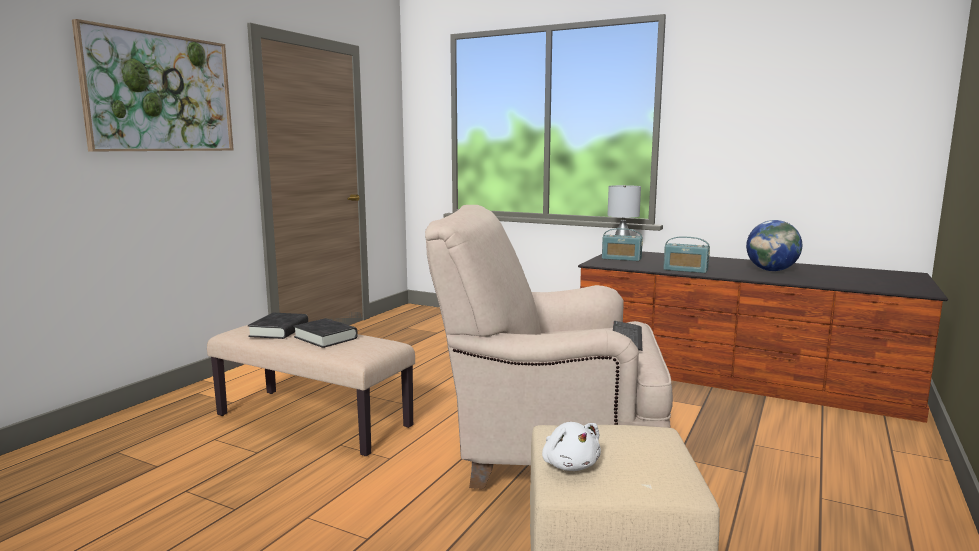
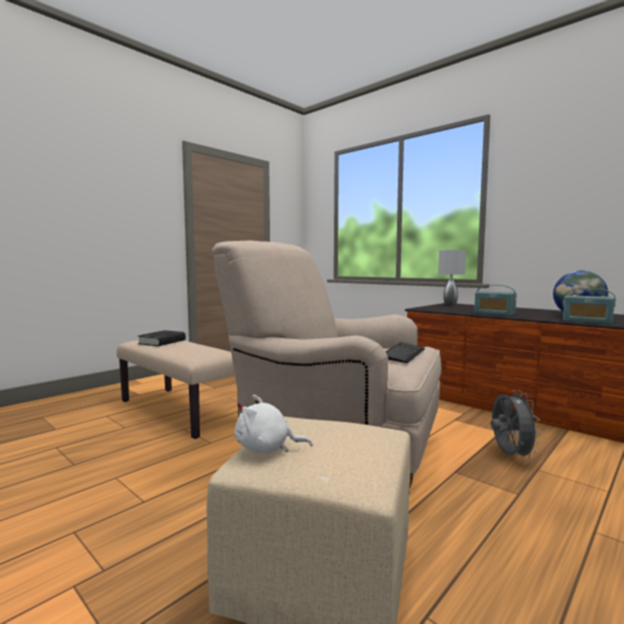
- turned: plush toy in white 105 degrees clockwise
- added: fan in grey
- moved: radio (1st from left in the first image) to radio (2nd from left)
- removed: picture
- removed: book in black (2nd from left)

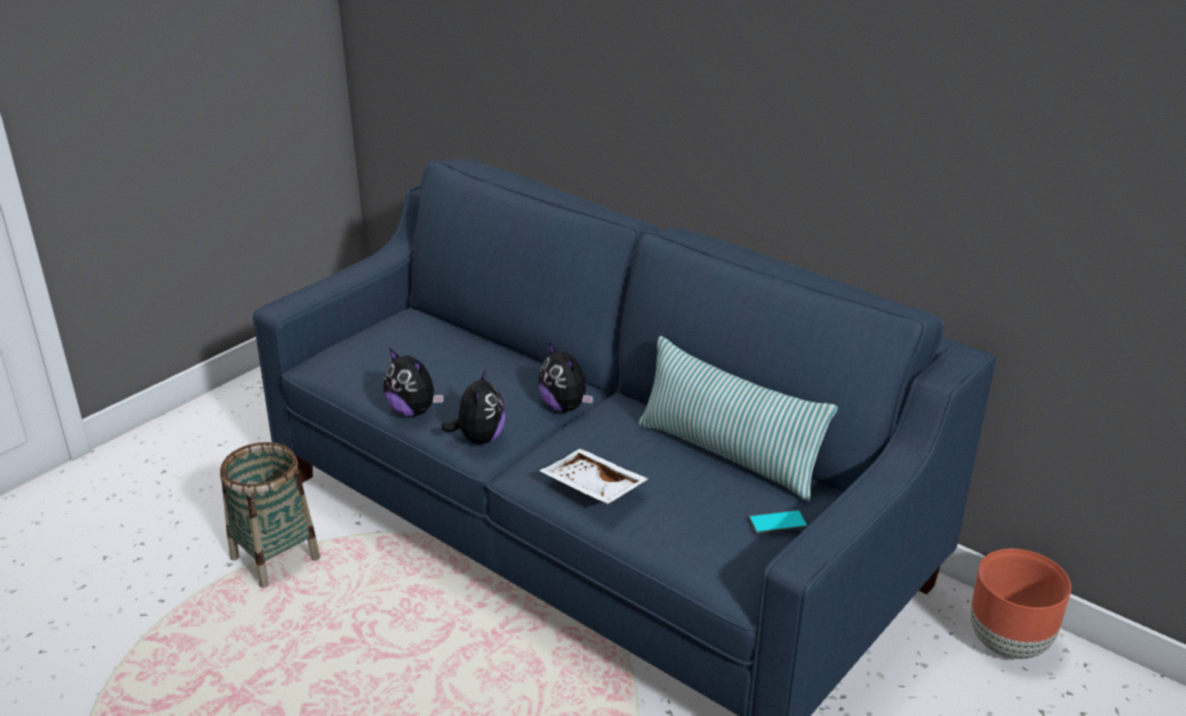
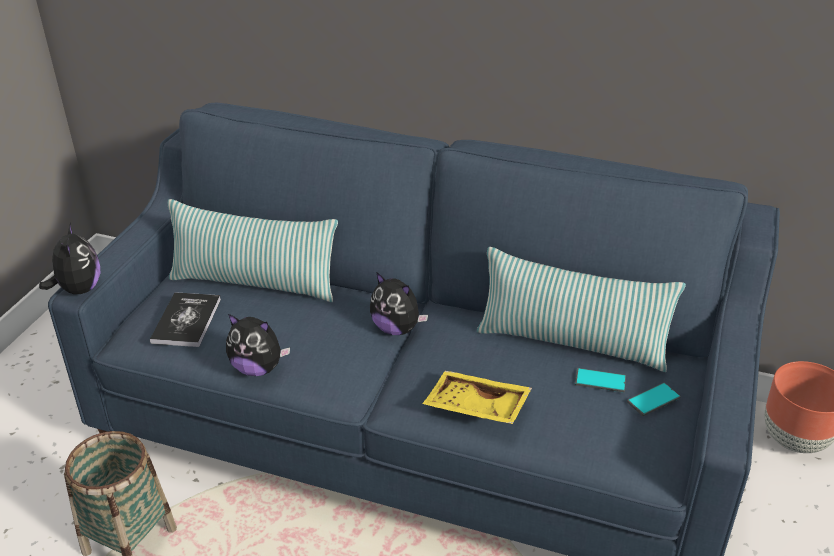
- moved: plush toy (2nd from left in the first image) to plush toy (1st from left)
- added: book
- added: pillow (1st from left)
- recoloured: tray in white to tray in yellow
- added: phone (1st from left)

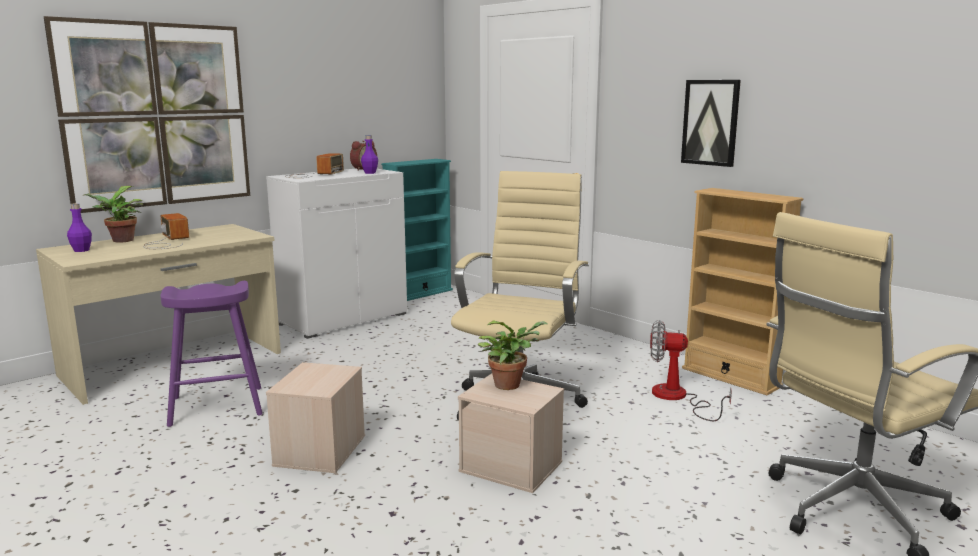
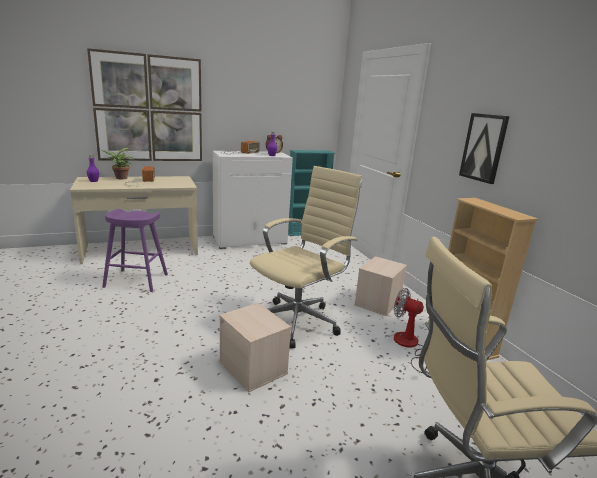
- moved: storage box in beige (1st from left in the first image) to storage box in beige (2nd from left)
- removed: potted plant (2nd from left)

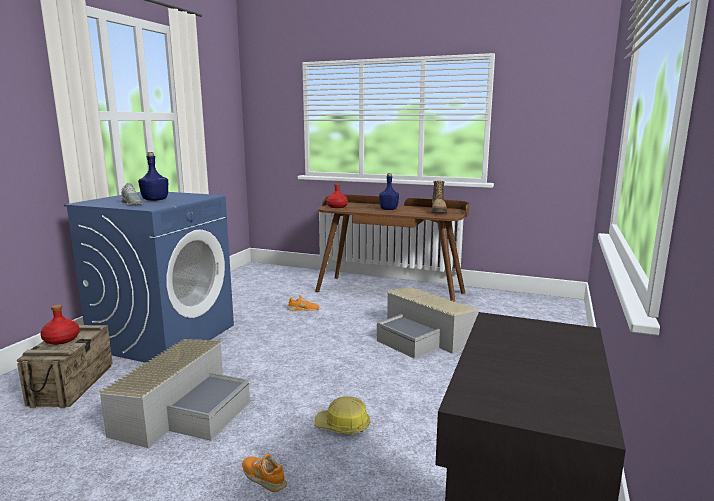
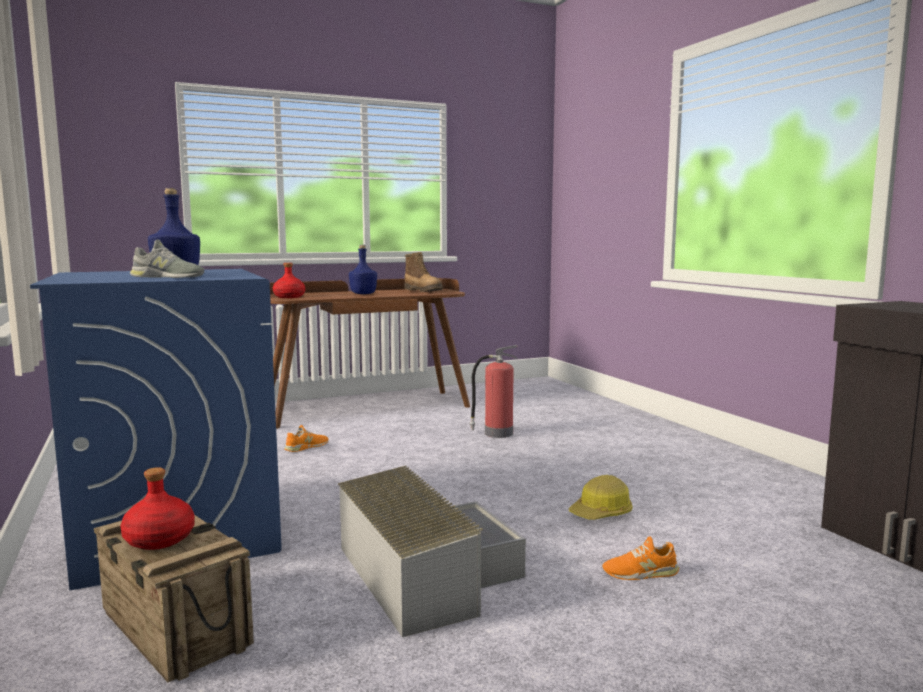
- replaced: storage box in grey (2nd from left) to fire extinguisher

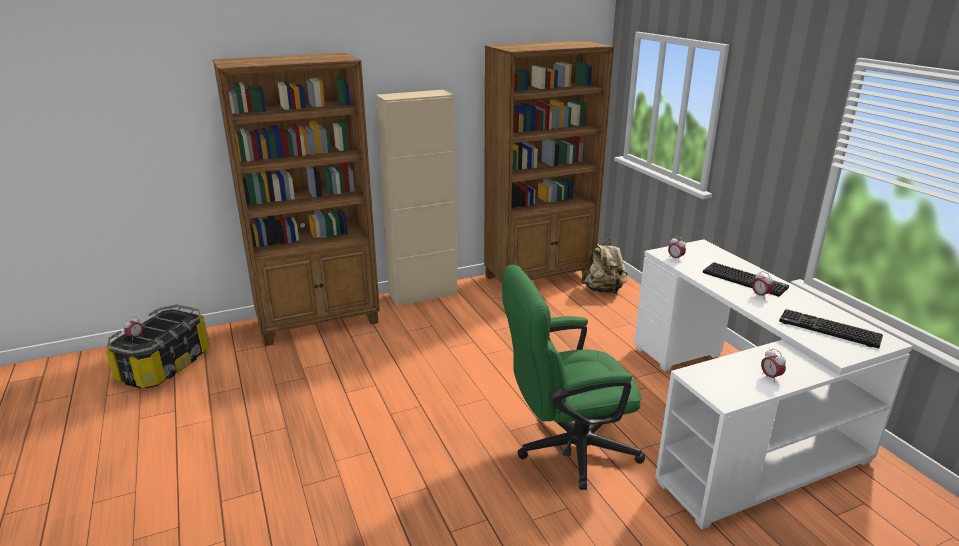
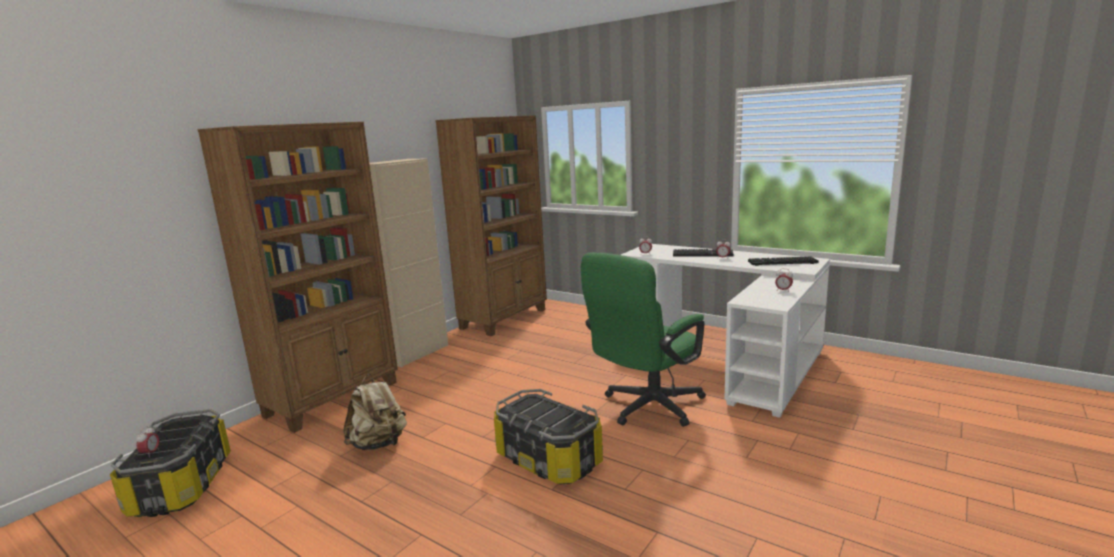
- moved: backpack in beige
- added: storage box (2nd from left)

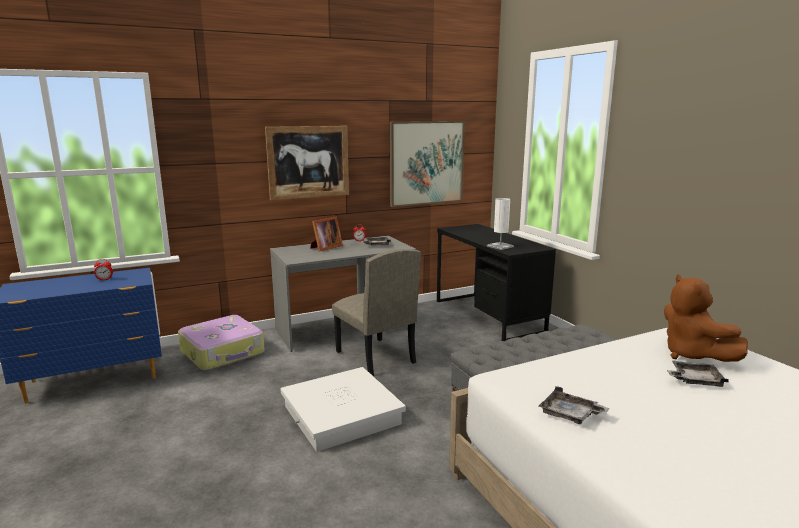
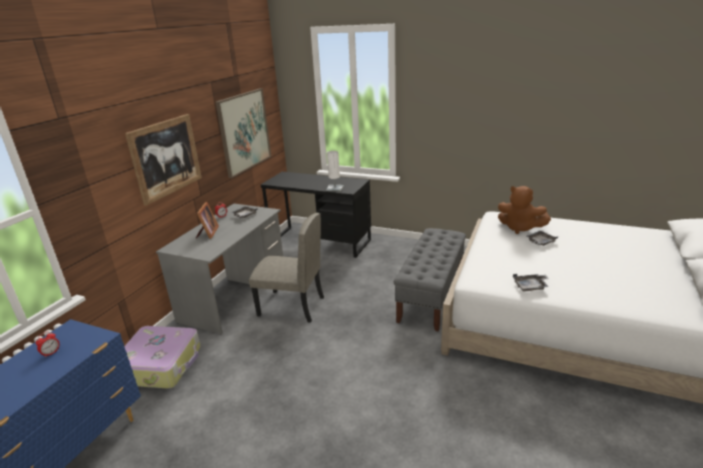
- removed: storage box in white

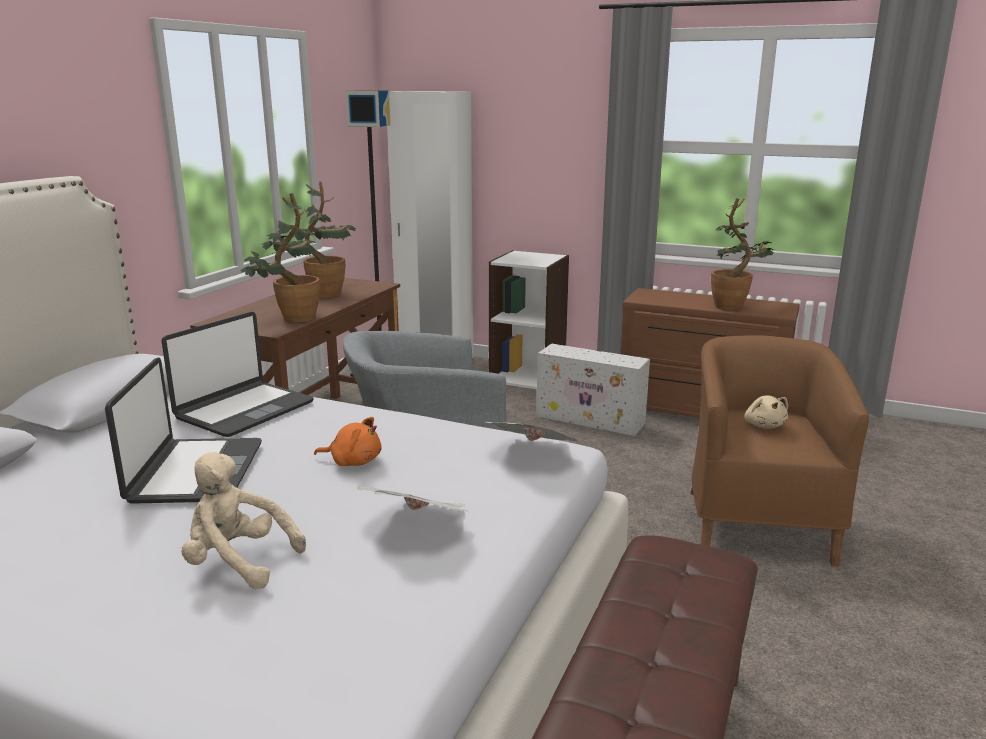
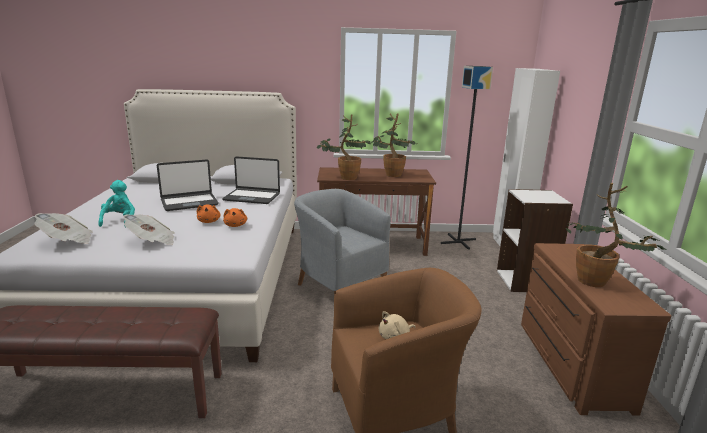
- moved: newspaper (2nd from left in the first image) to newspaper (1st from left)
- recoloured: plush toy in beige (1st from left) to plush toy in turquoise
- added: plush toy in orange (2nd from left)
- removed: storage box in white

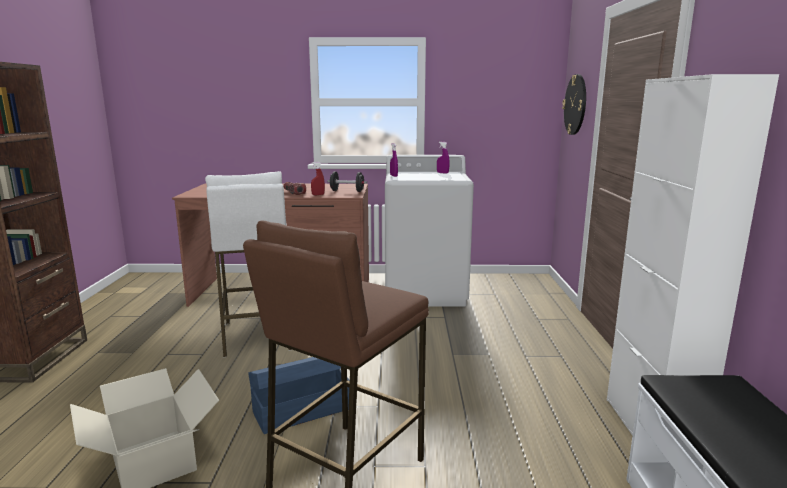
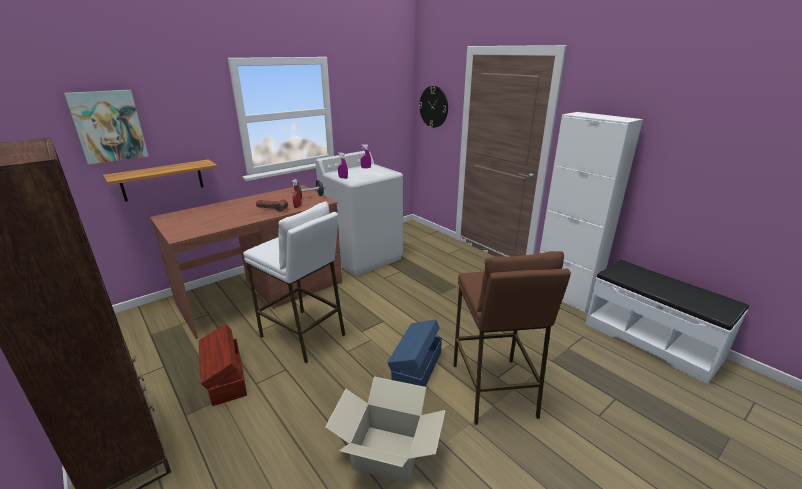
- added: picture
- added: shelf
- added: storage box in brown

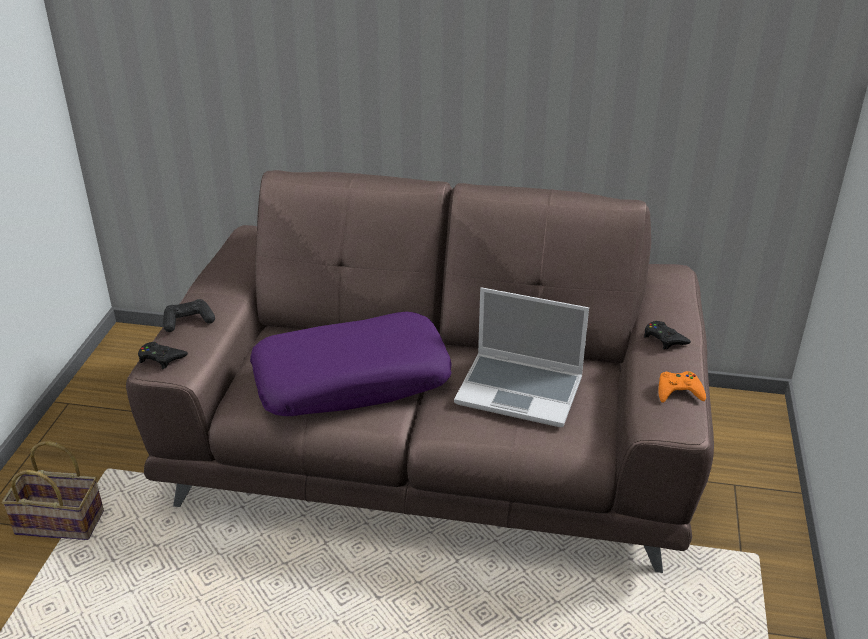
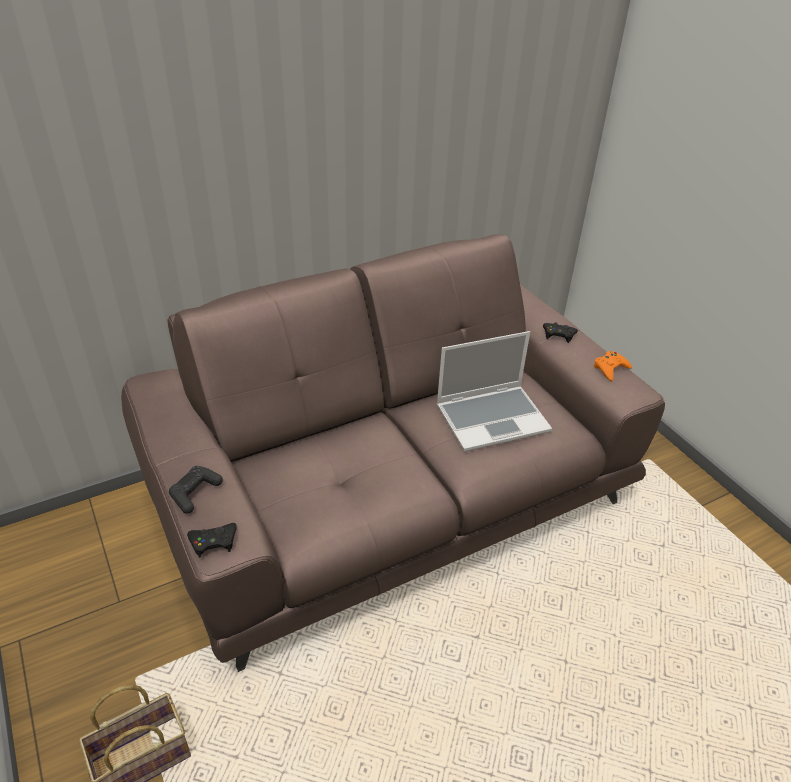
- removed: pillow in purple

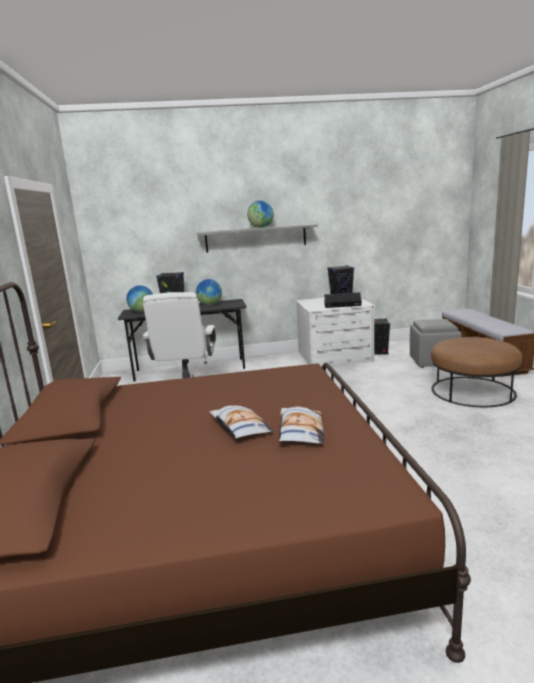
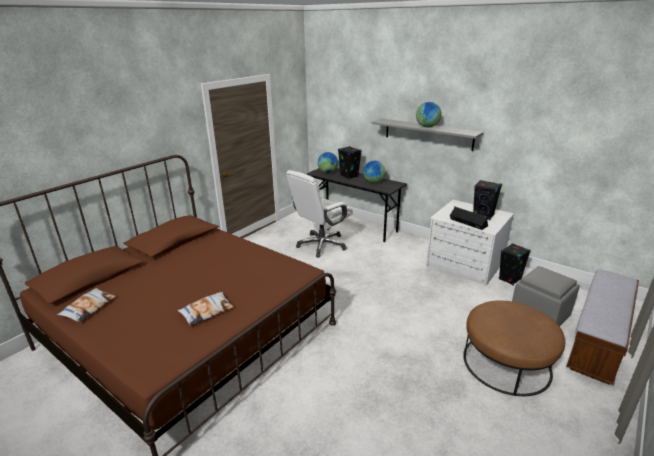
- moved: pillow (1st from left)

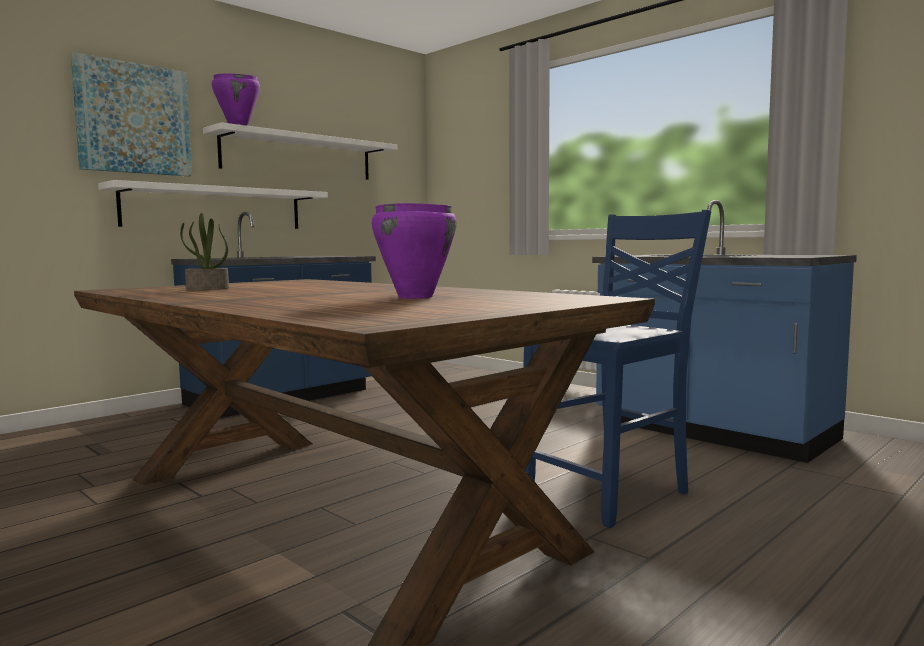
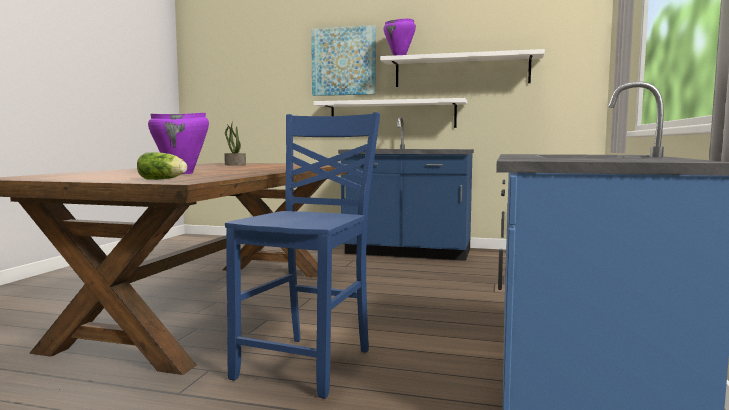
- added: lettuce
- turned: chair in blue 90 degrees counterclockwise

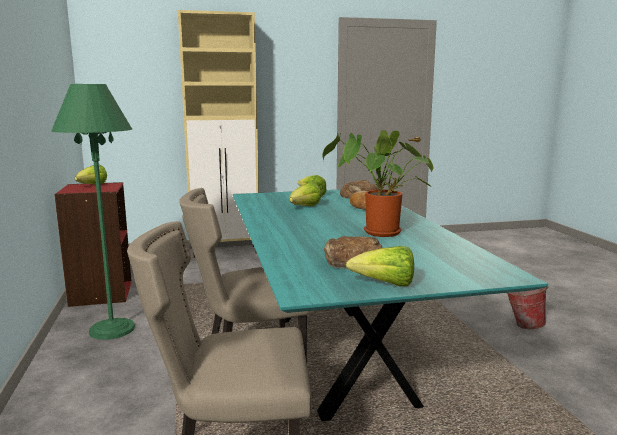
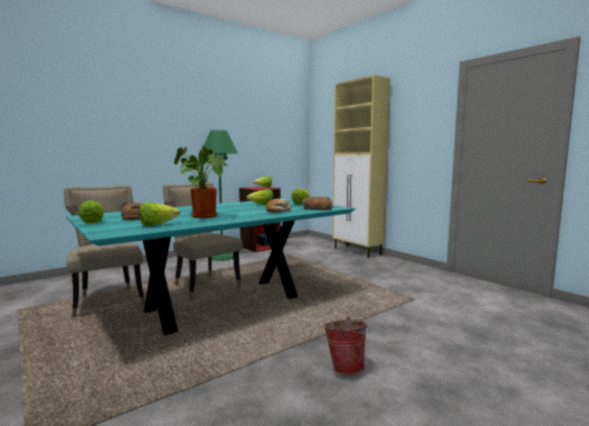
- added: lettuce (2nd from left)

